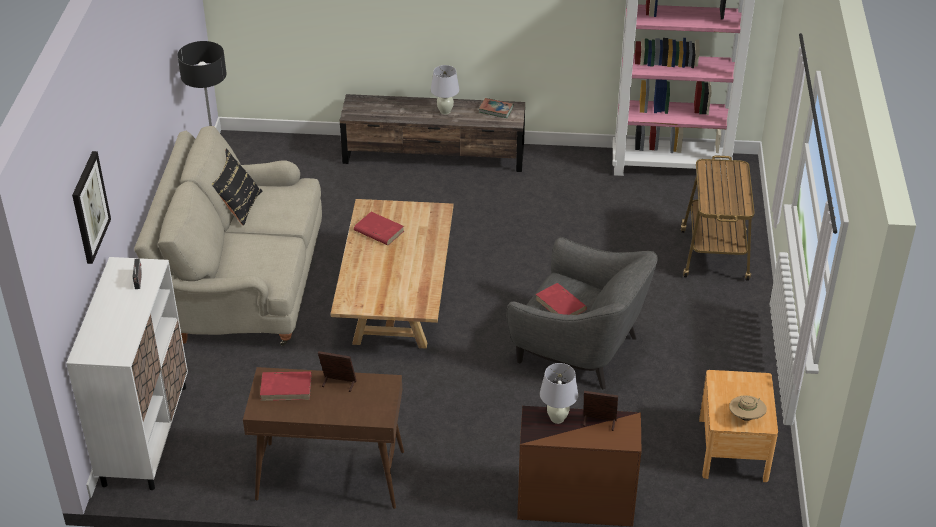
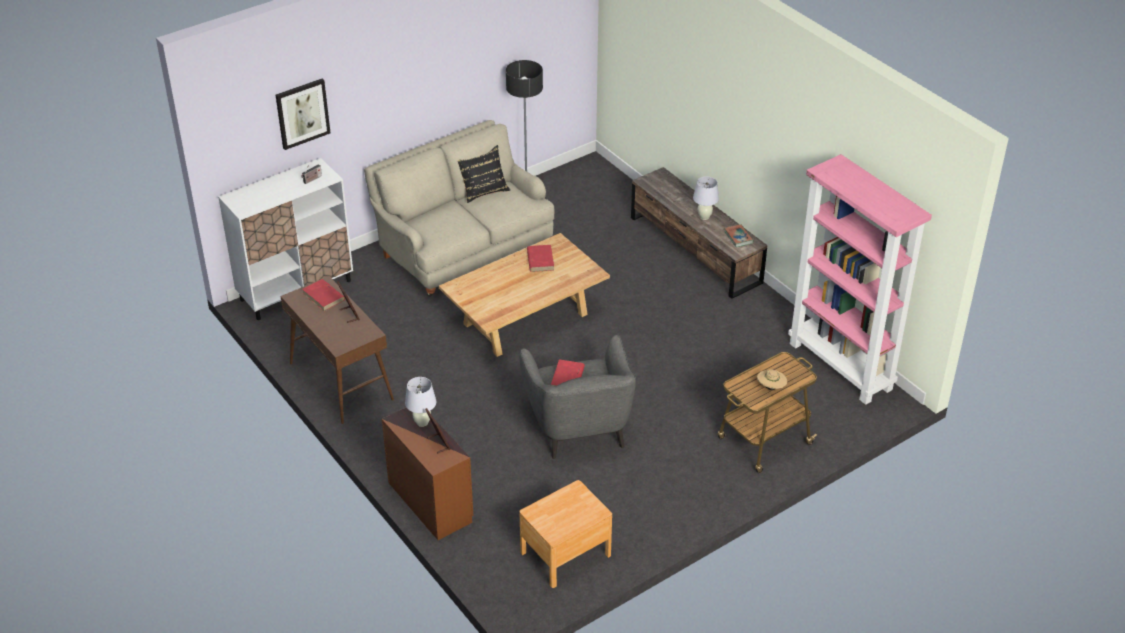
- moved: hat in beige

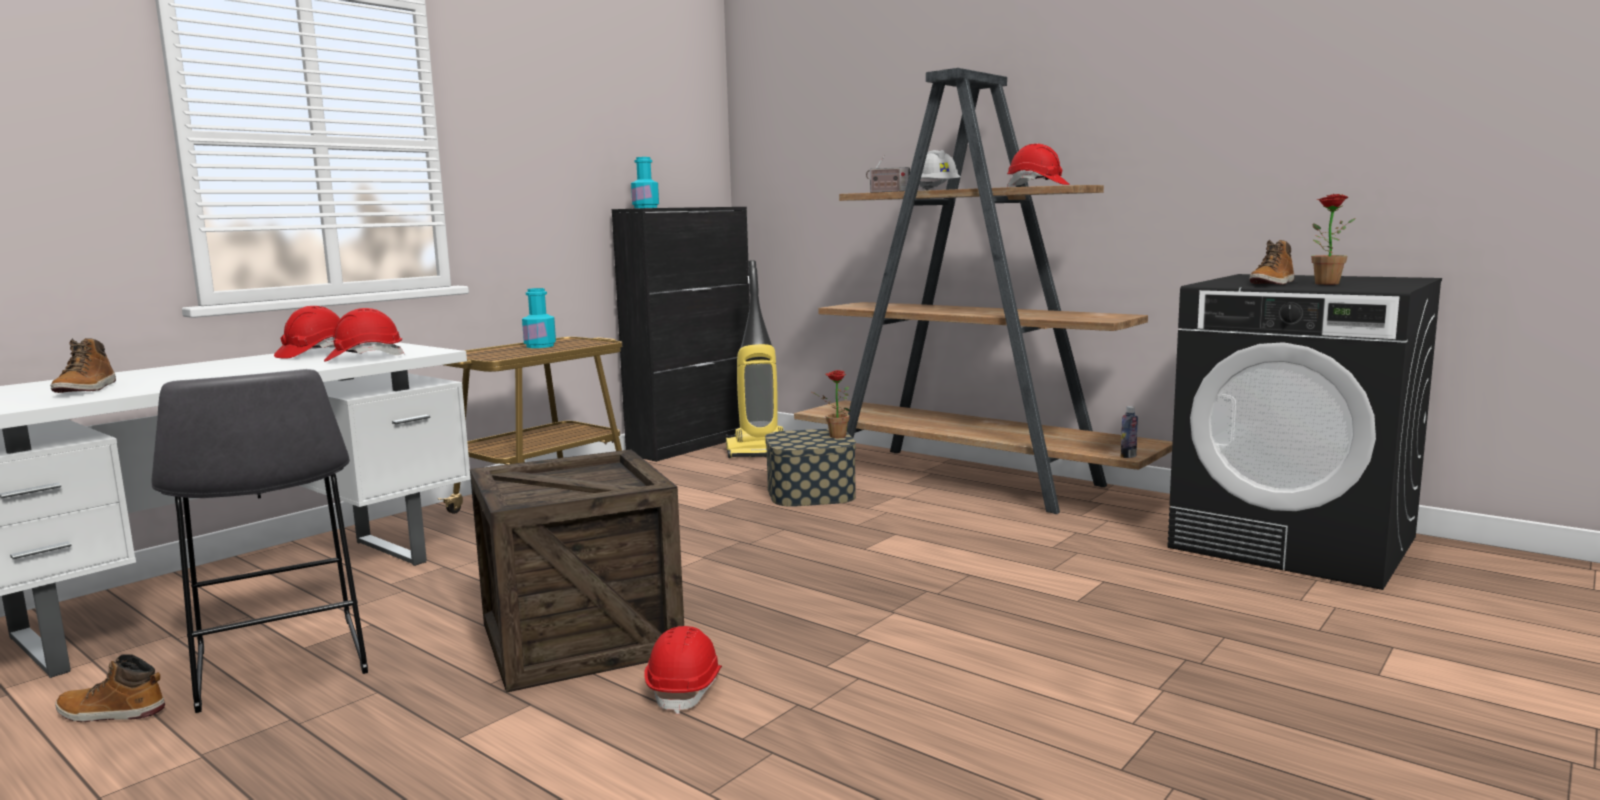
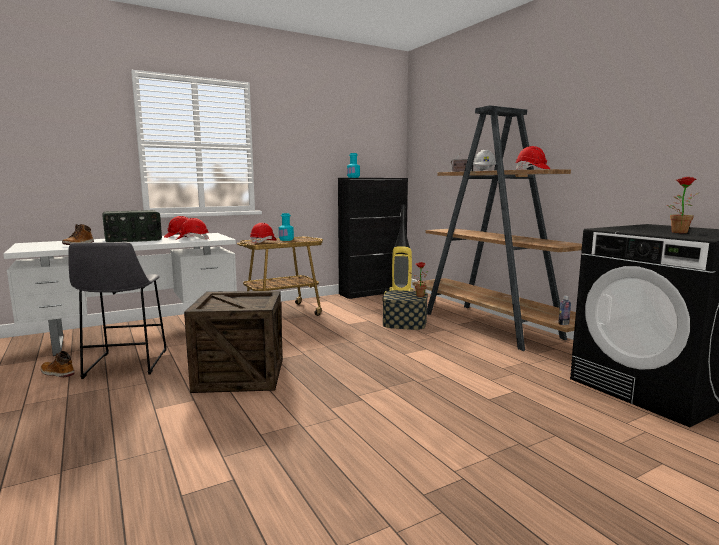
- added: radio (1st from left)
- moved: hard hat in red (3rd from left)
- removed: boot (3rd from left)

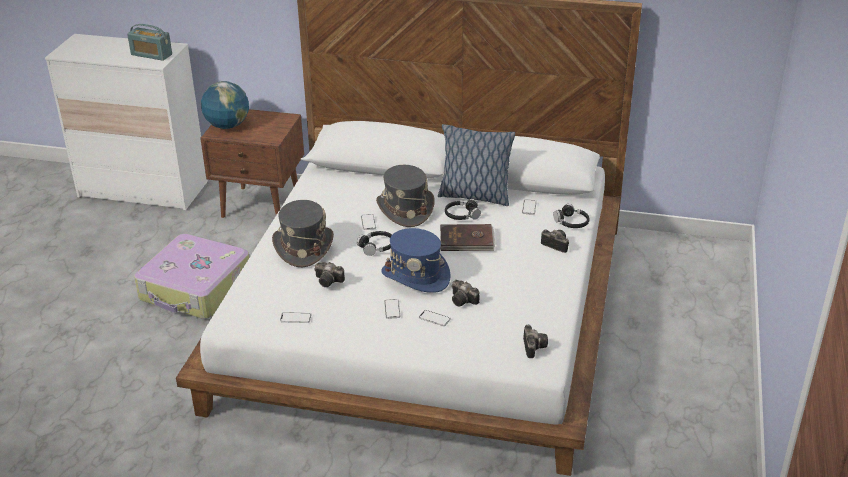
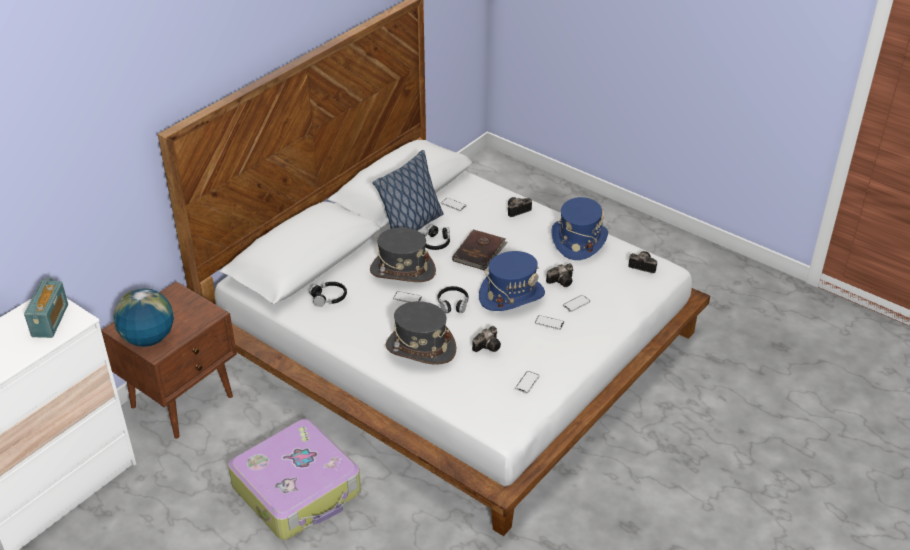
- turned: radio 45 degrees counterclockwise
- moved: headphones in black (3rd from left in the first image) to headphones in black (1st from left)
- added: hat in blue (2nd from left)

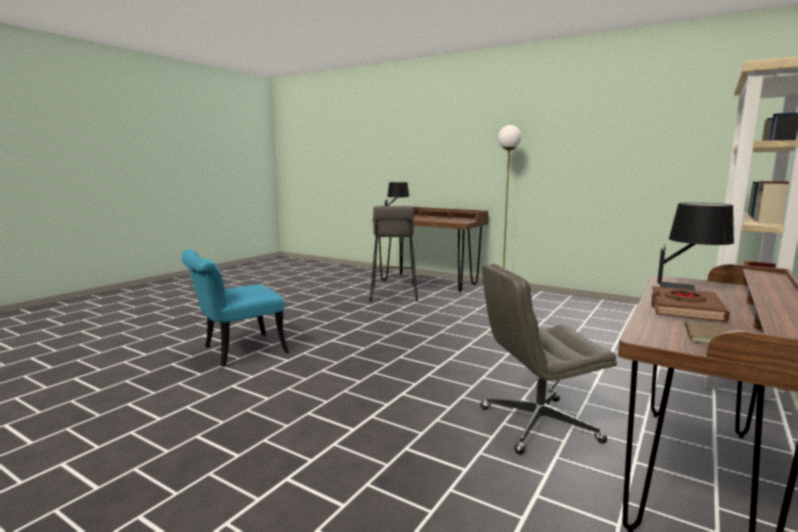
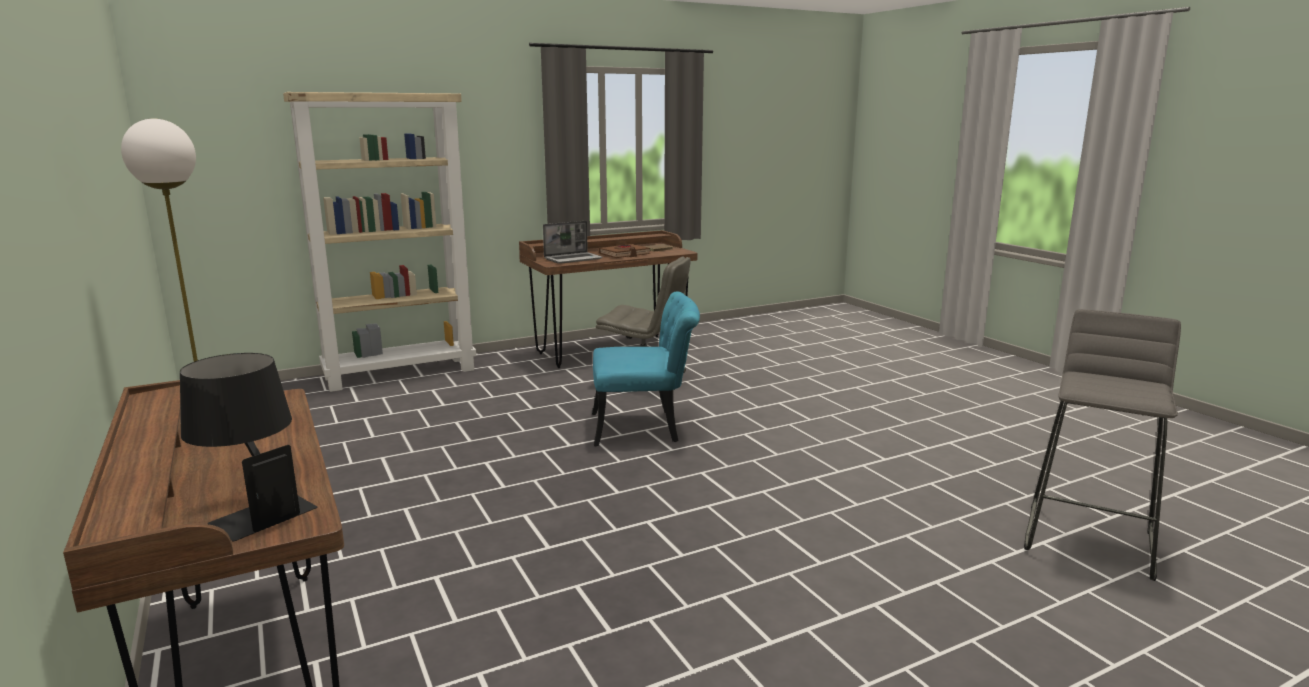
- replaced: table lamp in black (2nd from left) to laptop
- moved: chair in turquoise
- moved: stool in grey

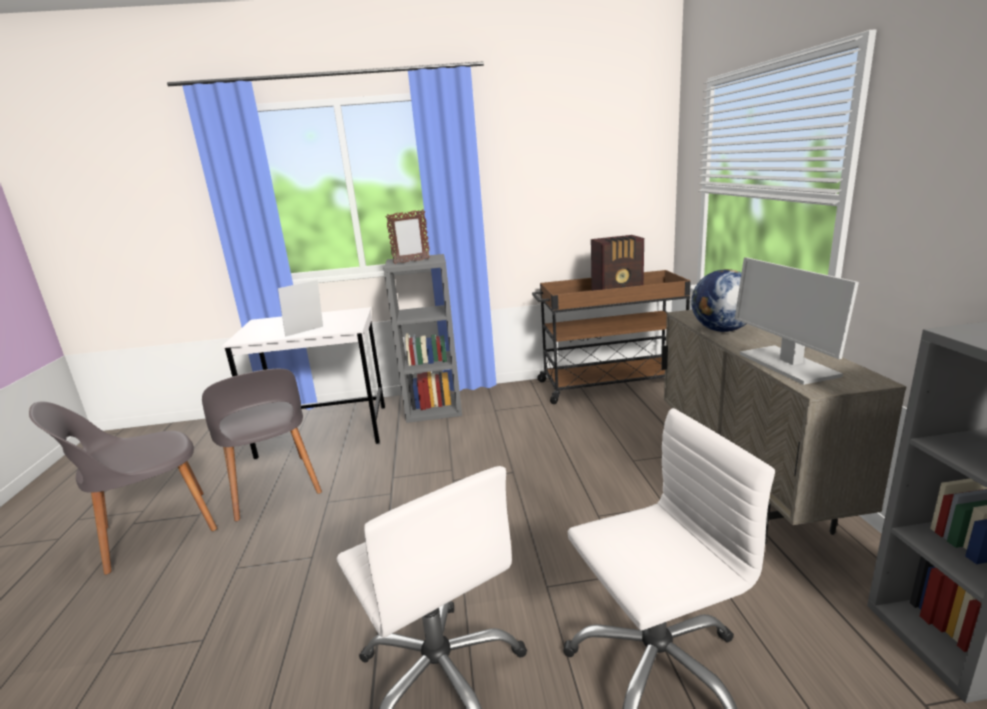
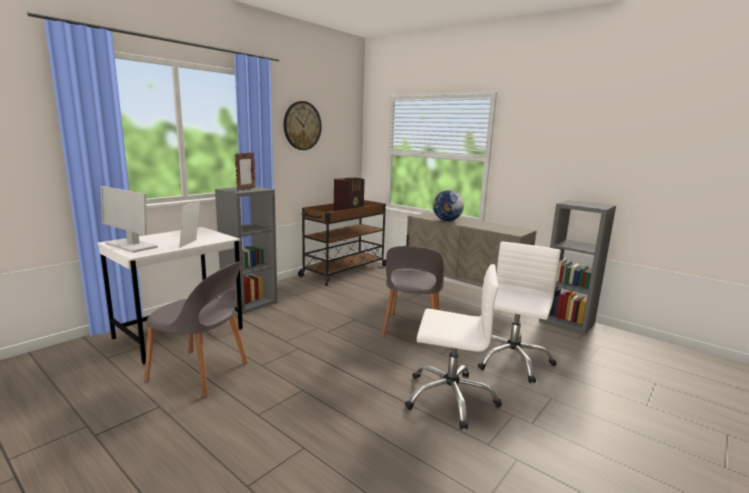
- moved: monitor
- added: wall clock
- moved: chair in grey (1st from left in the first image) to chair in grey (2nd from left)

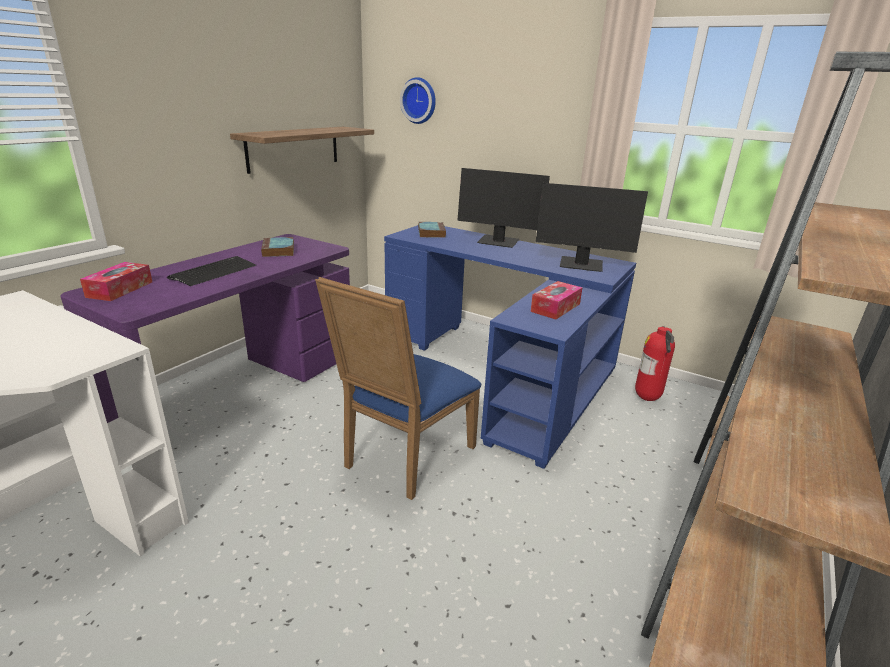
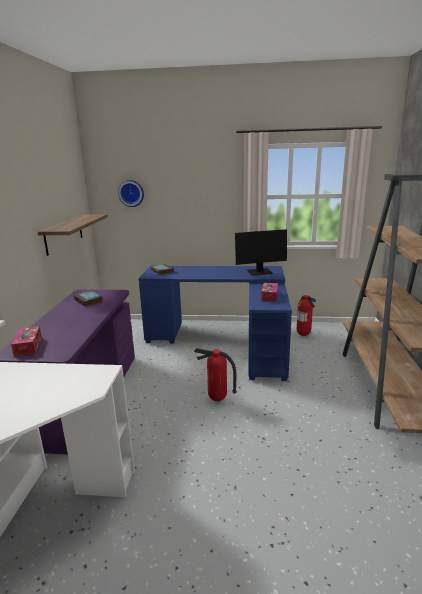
- replaced: chair in blue to fire extinguisher (1st from left)
- removed: keyboard
- removed: monitor (1st from left)

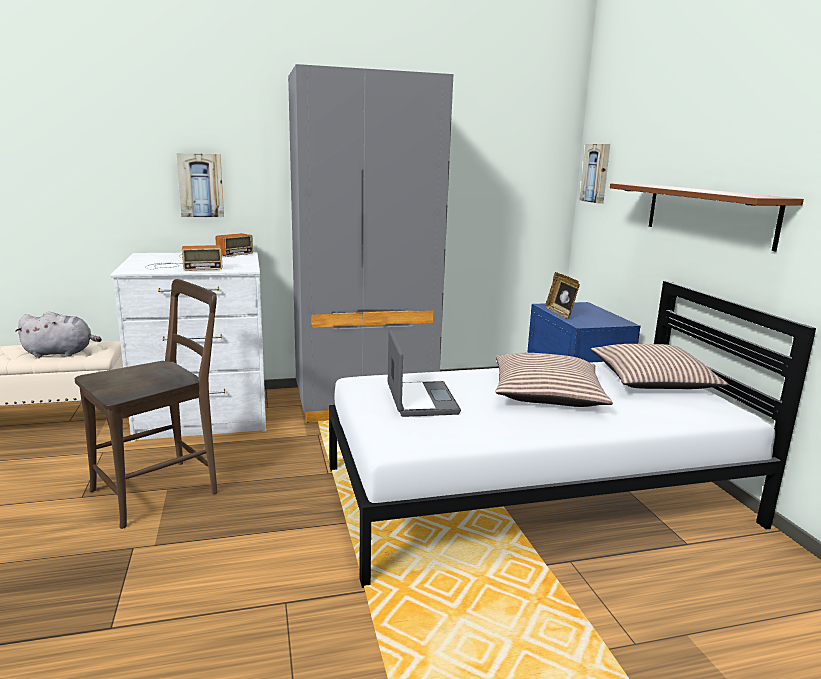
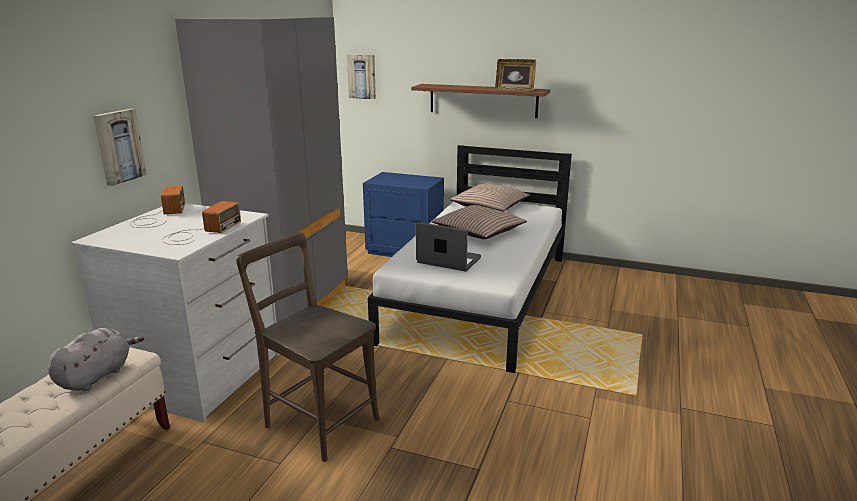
- turned: chair in brown 45 degrees counterclockwise
- moved: picture frame

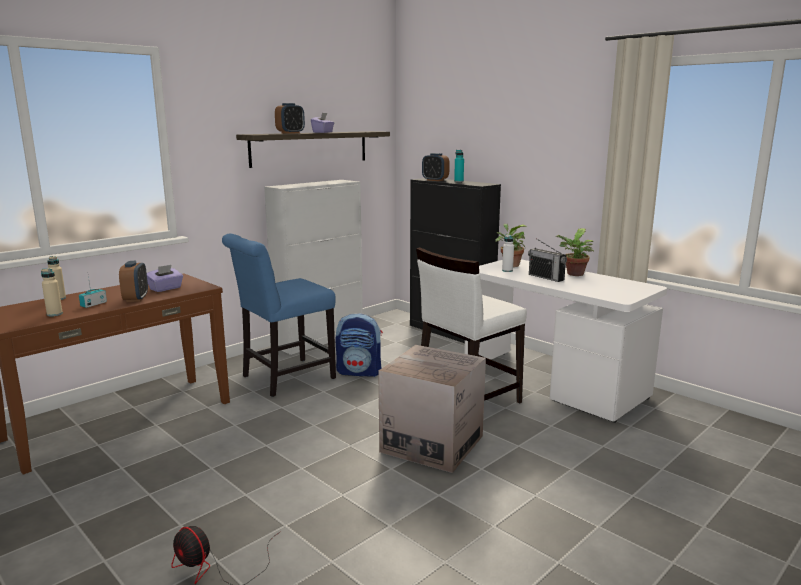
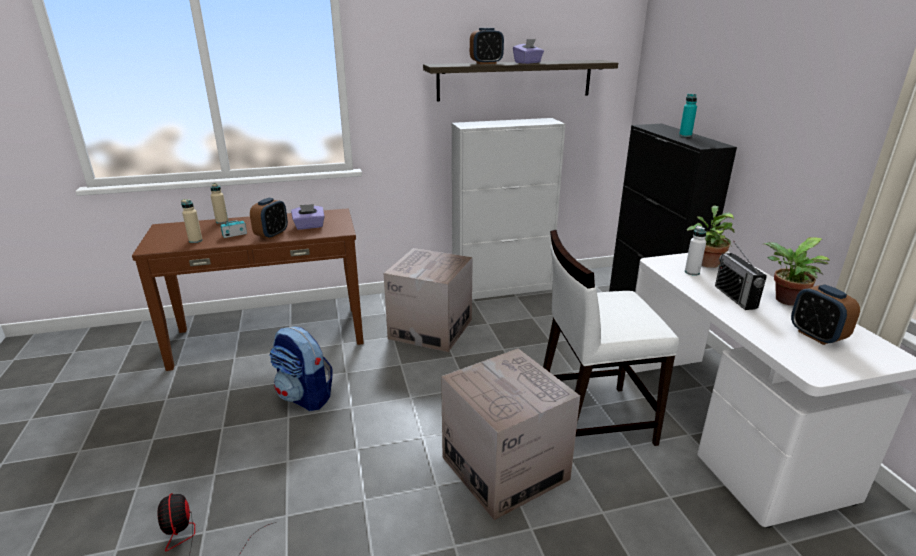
- moved: backpack
- replaced: chair in blue to cardboard box (1st from left)
- moved: alarm clock (3rd from left)

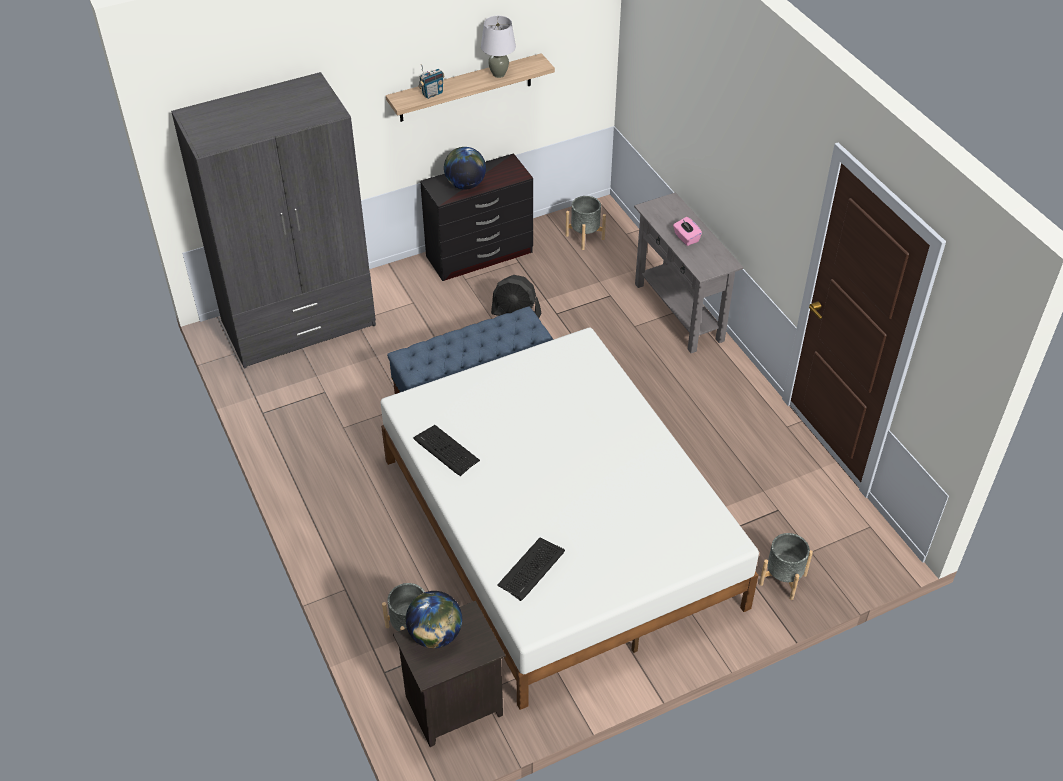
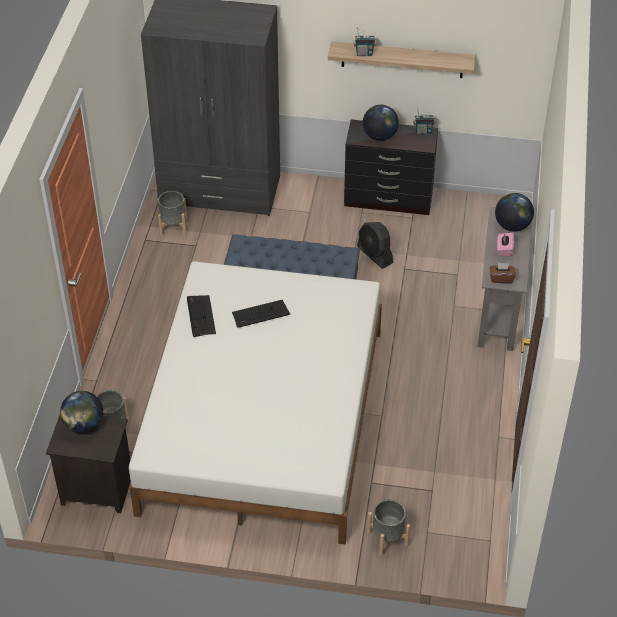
- moved: planter in grey (2nd from left)
- moved: keyboard (2nd from left)
- added: radio (2nd from left)
- added: tissue box in brown
- added: globe (3rd from left)
- removed: table lamp in grey

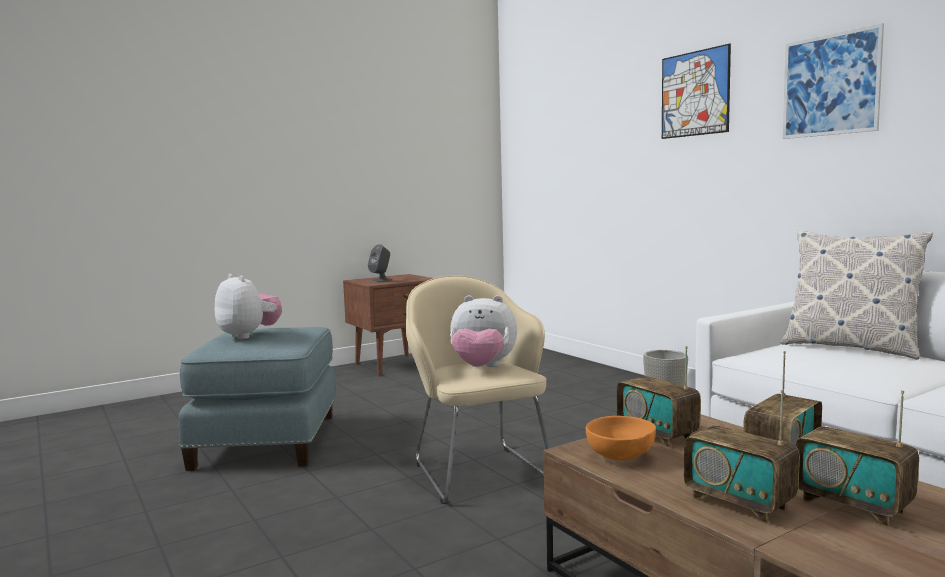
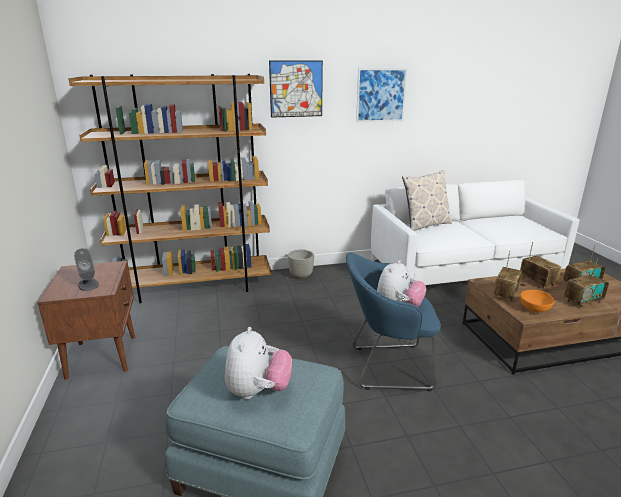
- added: bookcase in brown
- turned: plush toy (1st from left) 120 degrees clockwise
- recoloured: armchair in beige to armchair in blue
- turned: radio (1st from left) 45 degrees counterclockwise

